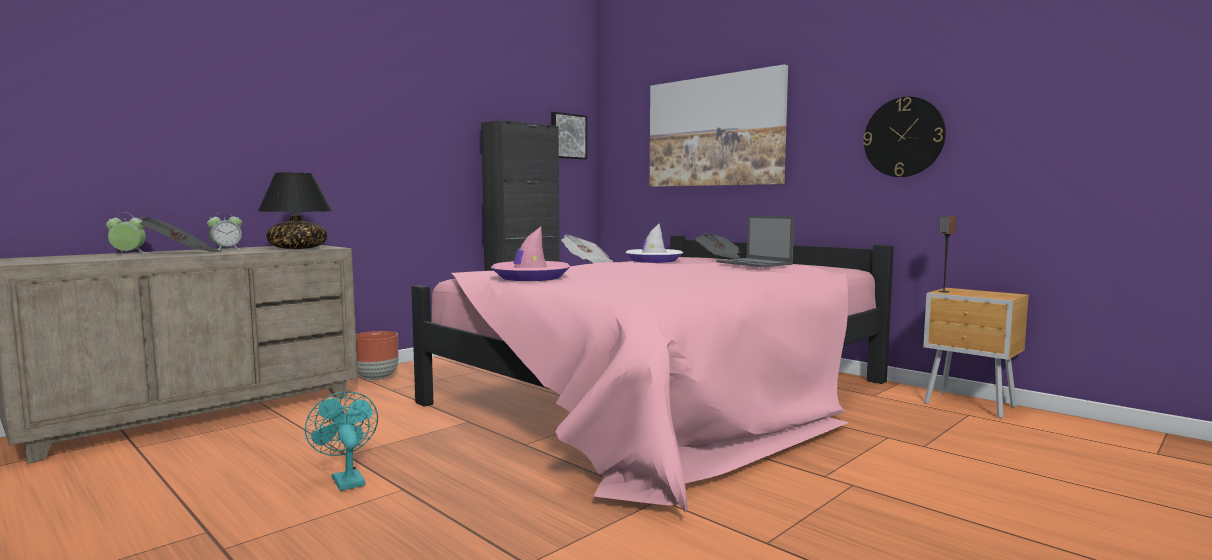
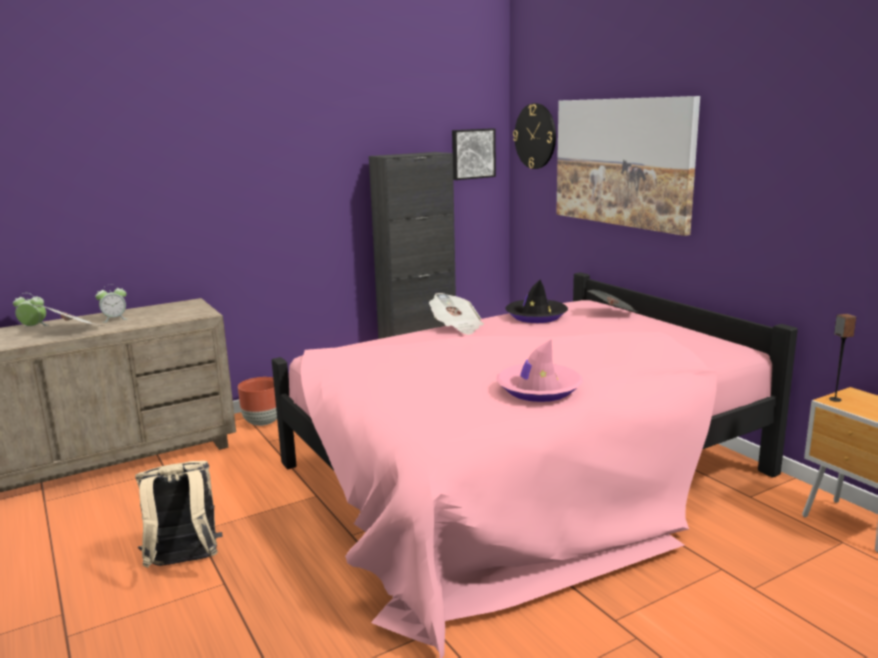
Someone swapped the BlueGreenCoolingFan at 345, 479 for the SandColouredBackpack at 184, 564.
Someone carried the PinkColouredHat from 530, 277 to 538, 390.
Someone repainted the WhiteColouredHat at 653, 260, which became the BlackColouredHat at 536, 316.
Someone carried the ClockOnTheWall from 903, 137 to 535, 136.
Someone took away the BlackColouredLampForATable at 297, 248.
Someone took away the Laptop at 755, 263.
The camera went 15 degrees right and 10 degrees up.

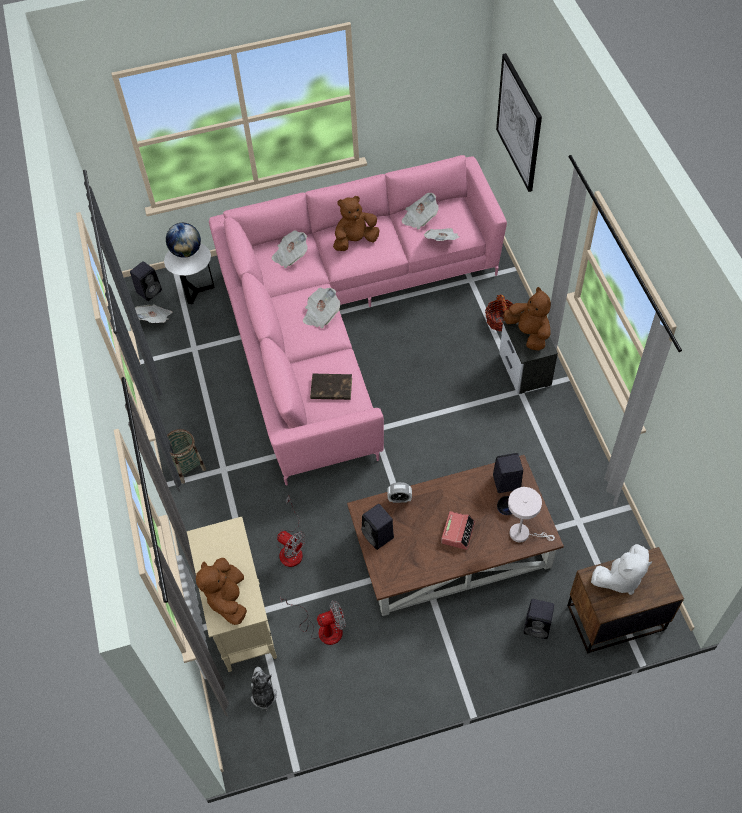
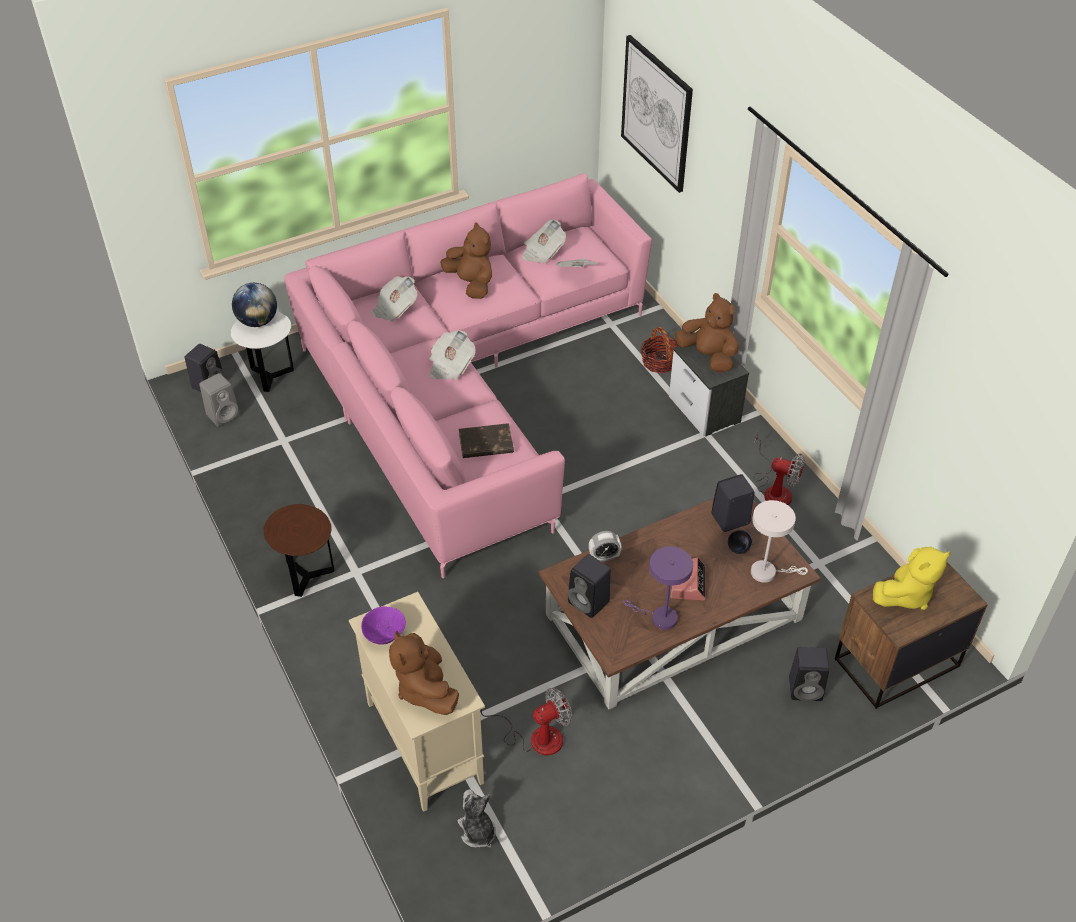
Someone swapped the PrintedPaper at 155, 319 for the GrayLoudspeaker at 224, 414.
Someone swapped the StorageBasket at 187, 467 for the BrownishAccentTable at 307, 576.
Someone put down the PurplishServingBowl at 385, 635.
Someone rotated the BrownishCuddlyToy at 355, 241 by 90 degrees clockwise.
Someone put down the PurplishLampForATable at 659, 618.
Someone carried the CoolingFan from 291, 547 to 774, 489.
Someone repainted the WhiteColouredCuddlyToy at 620, 578, which became the YellowColouredCuddlyToy at 905, 594.
The camera went 15 degrees left and 10 degrees down.

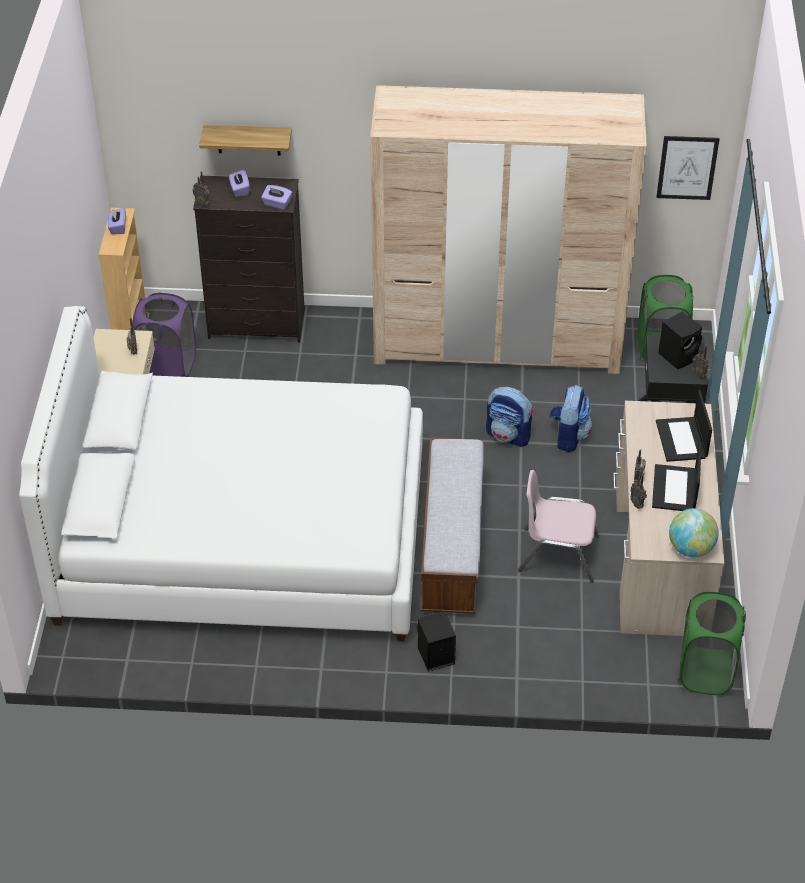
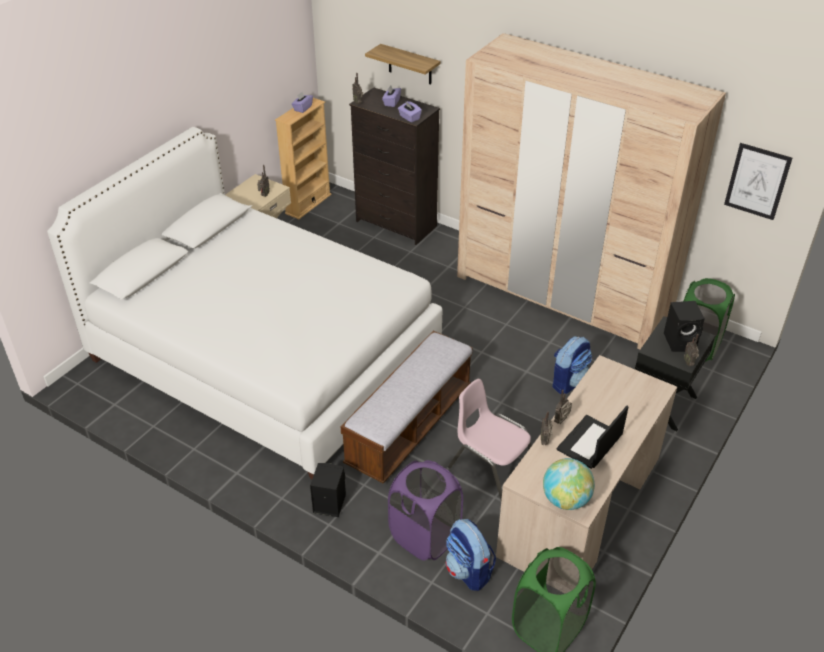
Someone carried the PurplishLaundryBasket from 168, 366 to 425, 536.
Someone carried the Backpack from 509, 435 to 468, 571.
Someone took away the Laptop at 682, 440.
The camera went 30 degrees right and 5 degrees down.

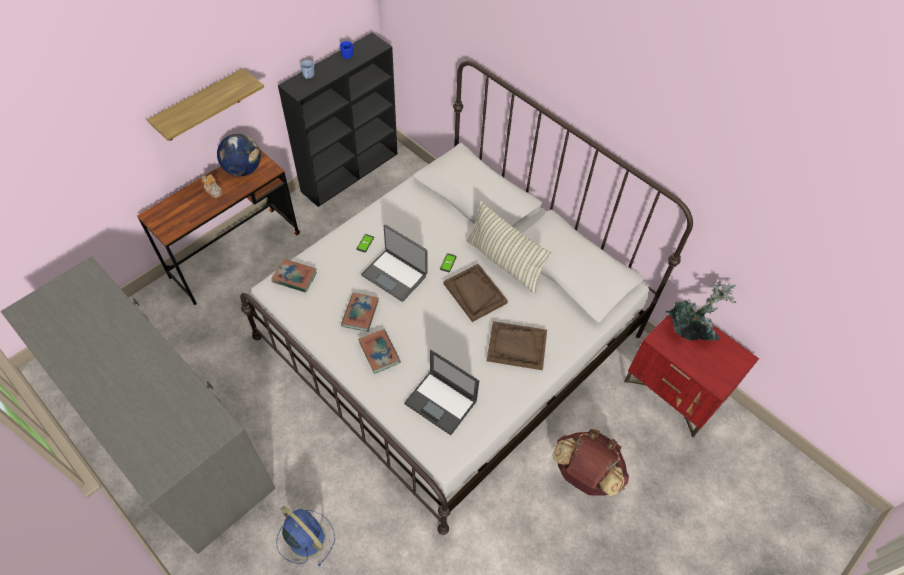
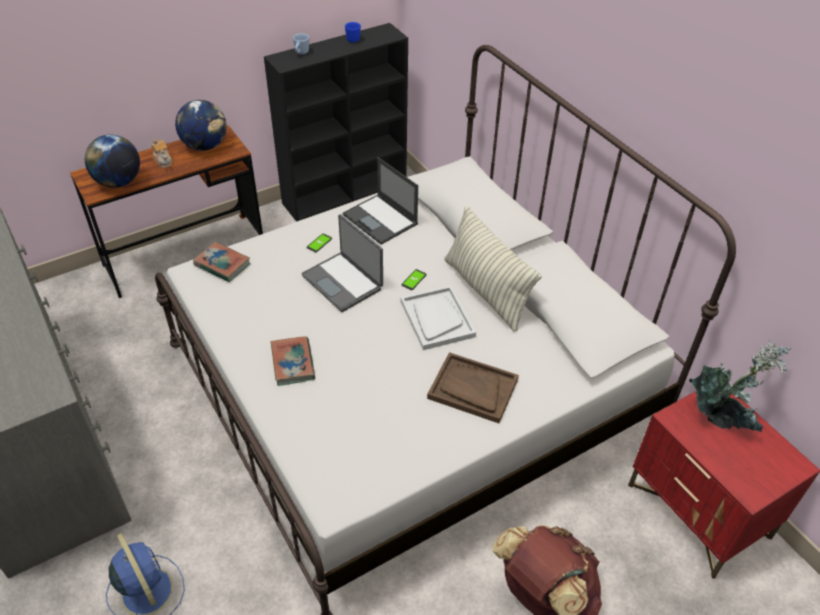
Someone put down the WorldGlobe at 118, 182.
Someone carried the Laptop from 441, 402 to 381, 220.
Someone repainted the BrownishCarryingTray at 474, 293, which became the WhiteColouredCarryingTray at 437, 319.
Someone took away the Shelf at 201, 106.
Someone took away the Book at 360, 313.
The camera went 15 degrees right and 10 degrees down.

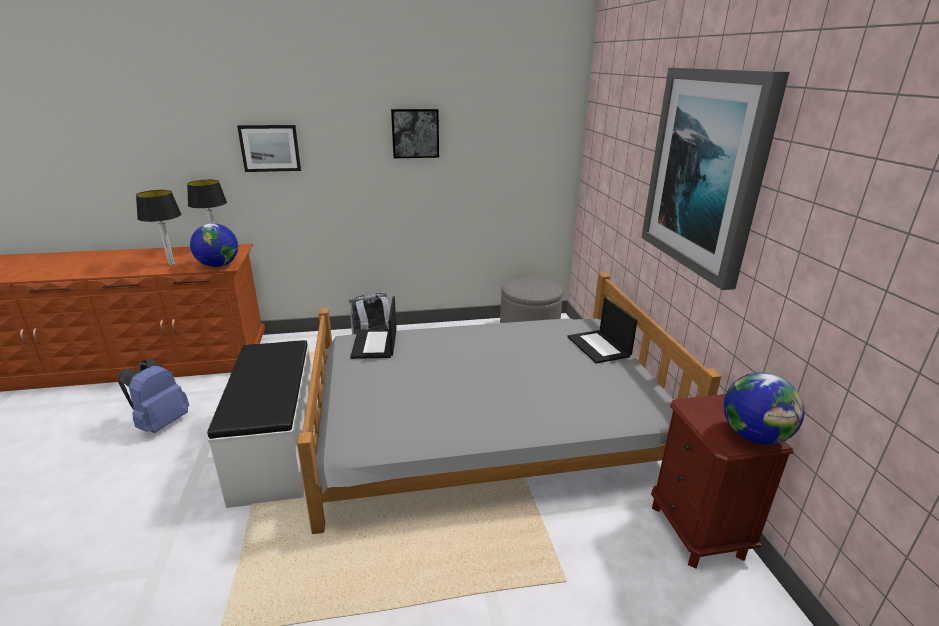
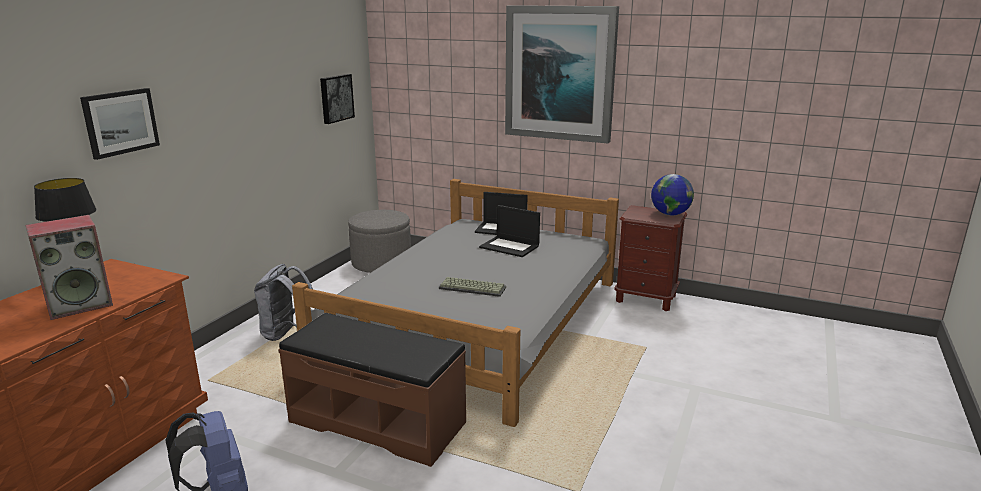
Someone swapped the LampForATable at 172, 264 for the Loudspeaker at 80, 304.
Someone repainted the WhiteColouredLongSeat at 278, 448, which became the BrownishLongSeat at 378, 422.
Someone carried the Picture from 415, 133 to 335, 98.
Someone put down the PcKeyboard at 473, 287.
Someone carried the Laptop from 375, 344 to 510, 247.
Someone took away the WorldGlobe at 218, 265.
The camera went 55 degrees left and 5 degrees down.

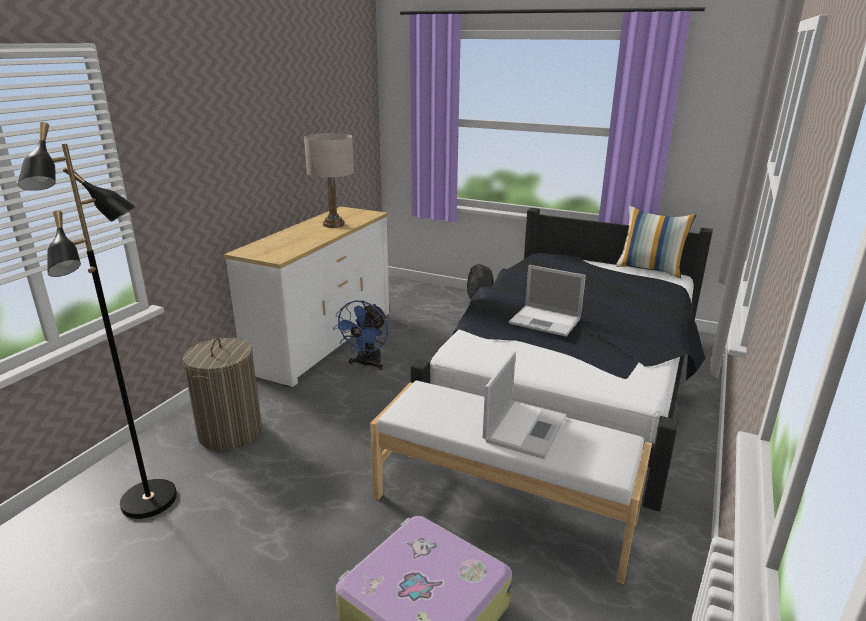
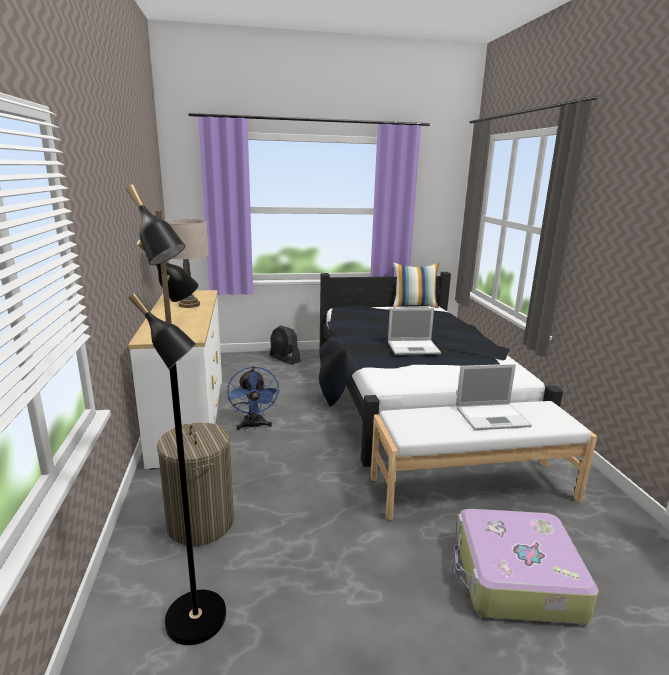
Someone rotated the Laptop at 525, 427 by 90 degrees clockwise.
The camera went 35 degrees left and 5 degrees down.

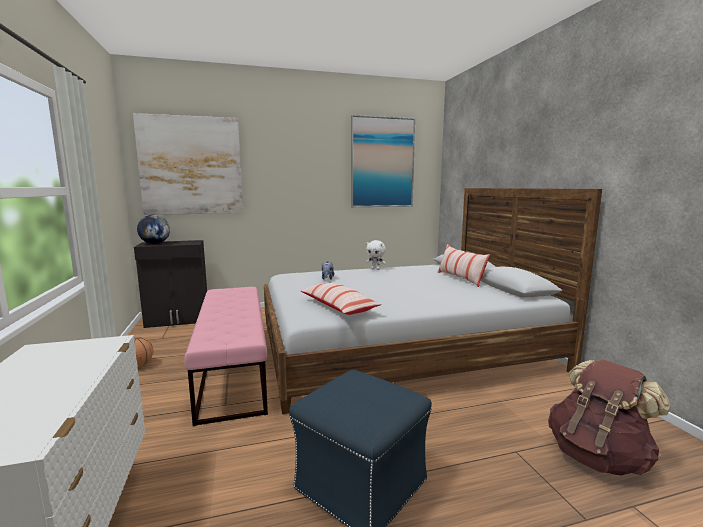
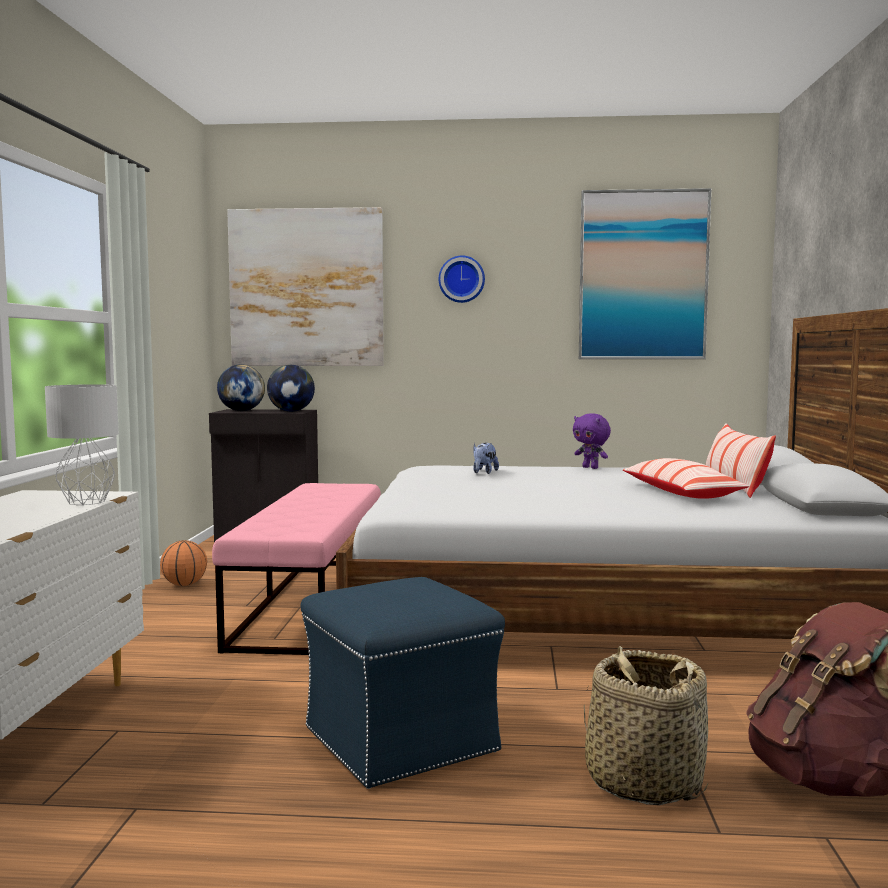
Someone put down the GrayLampForATable at 86, 502.
Someone put down the WorldGlobe at 291, 411.
Someone put up the ClockOnTheWall at 461, 279.
Someone repainted the WhiteColouredCuddlyToy at 375, 269, which became the PurplishCuddlyToy at 591, 468.
Someone put down the StorageBasket at 643, 781.
Someone carried the ThrowPillow from 338, 307 to 680, 493.
The camera went 20 degrees right and 5 degrees down.

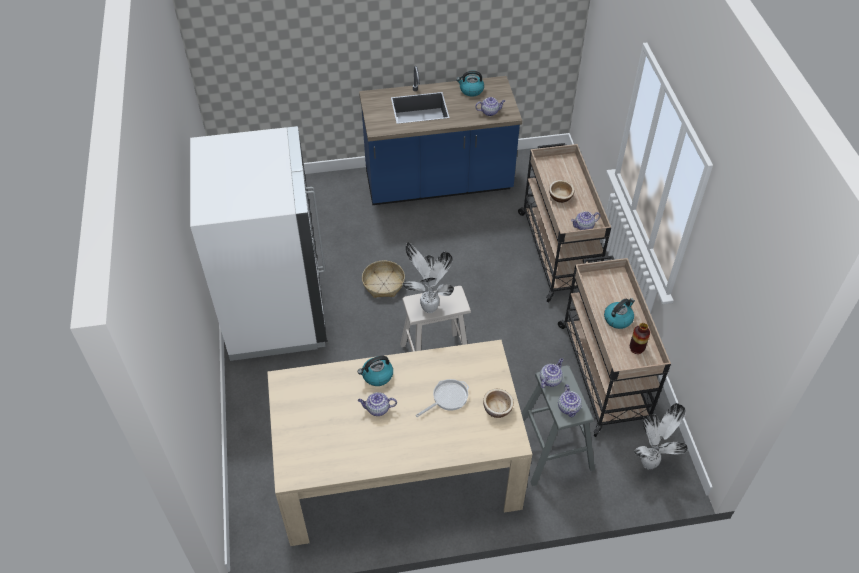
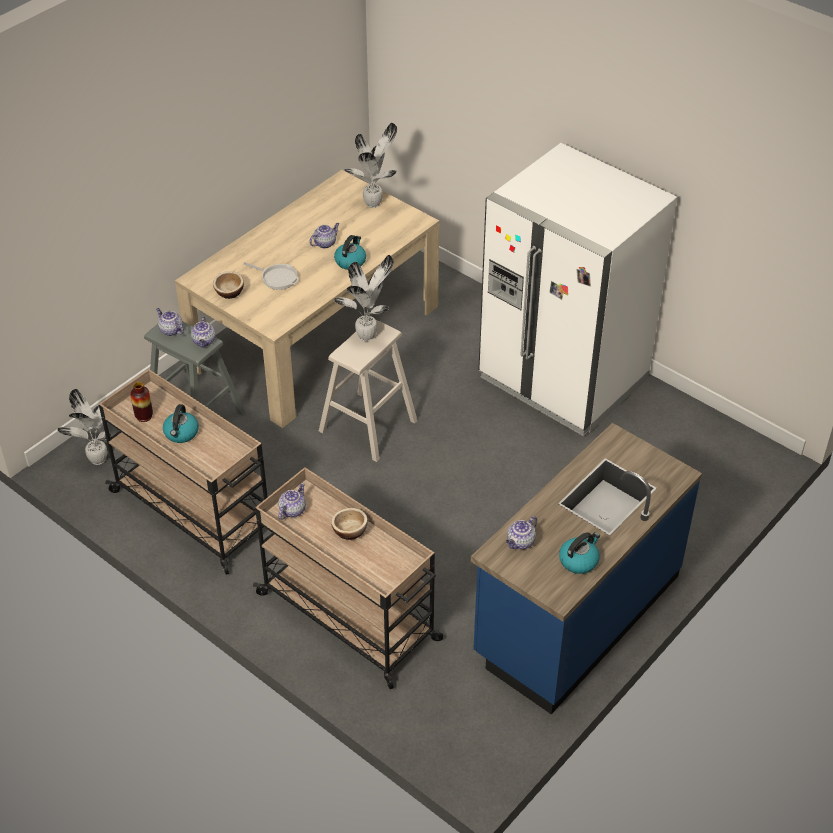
Someone rotated the Skillet at 448, 398 by 75 degrees counterclockwise.
Someone put down the Houseplant at 374, 203.
Someone took away the StorageBasket at 383, 284.
The camera went 140 degrees right and 5 degrees down.

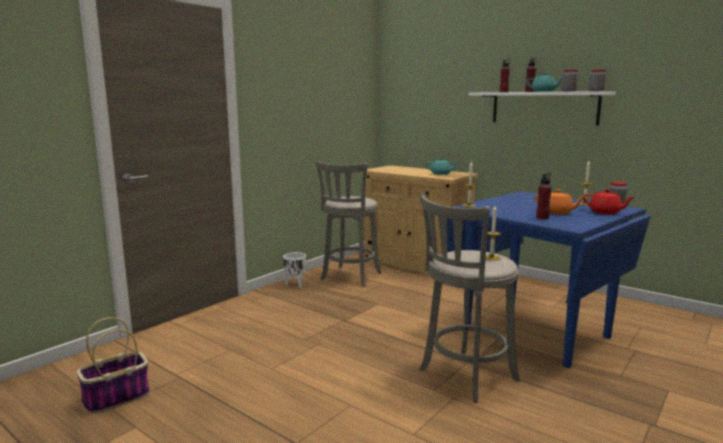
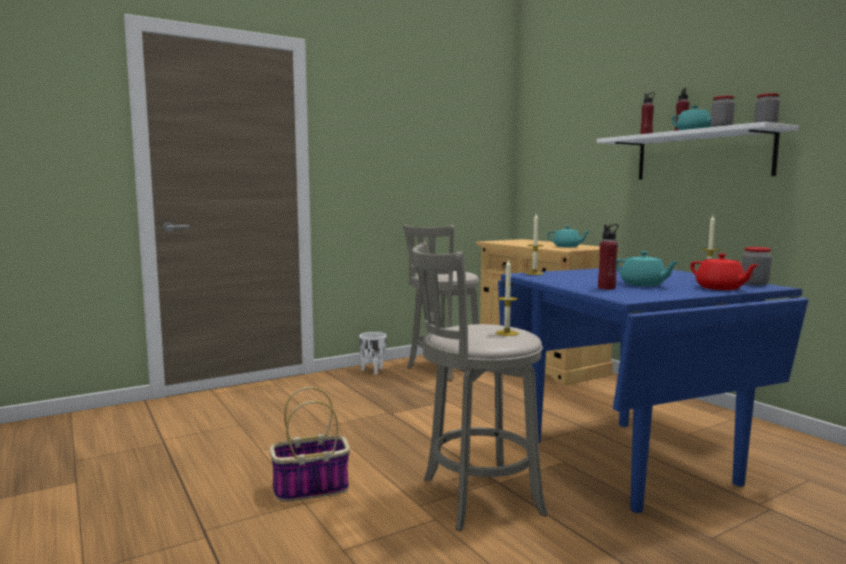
Someone carried the StorageBasket from 116, 398 to 310, 489.
Someone repainted the OrangeyPotForTea at 557, 212, which became the BlueGreenPotForTea at 643, 285.
The camera went 20 degrees right and 5 degrees down.

